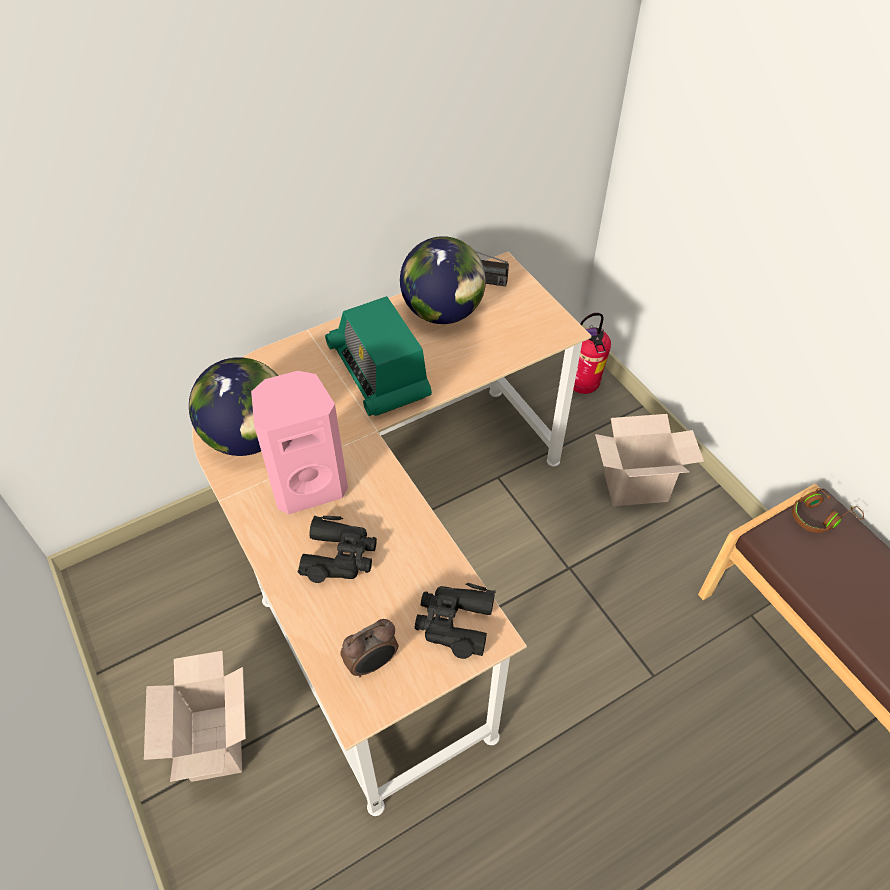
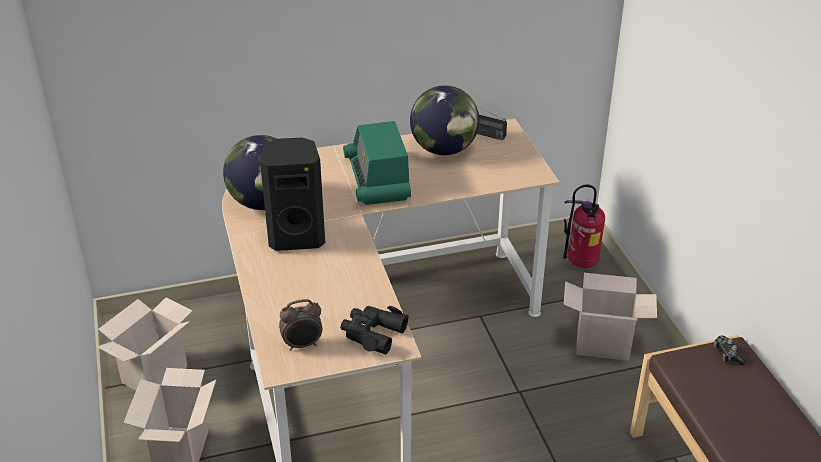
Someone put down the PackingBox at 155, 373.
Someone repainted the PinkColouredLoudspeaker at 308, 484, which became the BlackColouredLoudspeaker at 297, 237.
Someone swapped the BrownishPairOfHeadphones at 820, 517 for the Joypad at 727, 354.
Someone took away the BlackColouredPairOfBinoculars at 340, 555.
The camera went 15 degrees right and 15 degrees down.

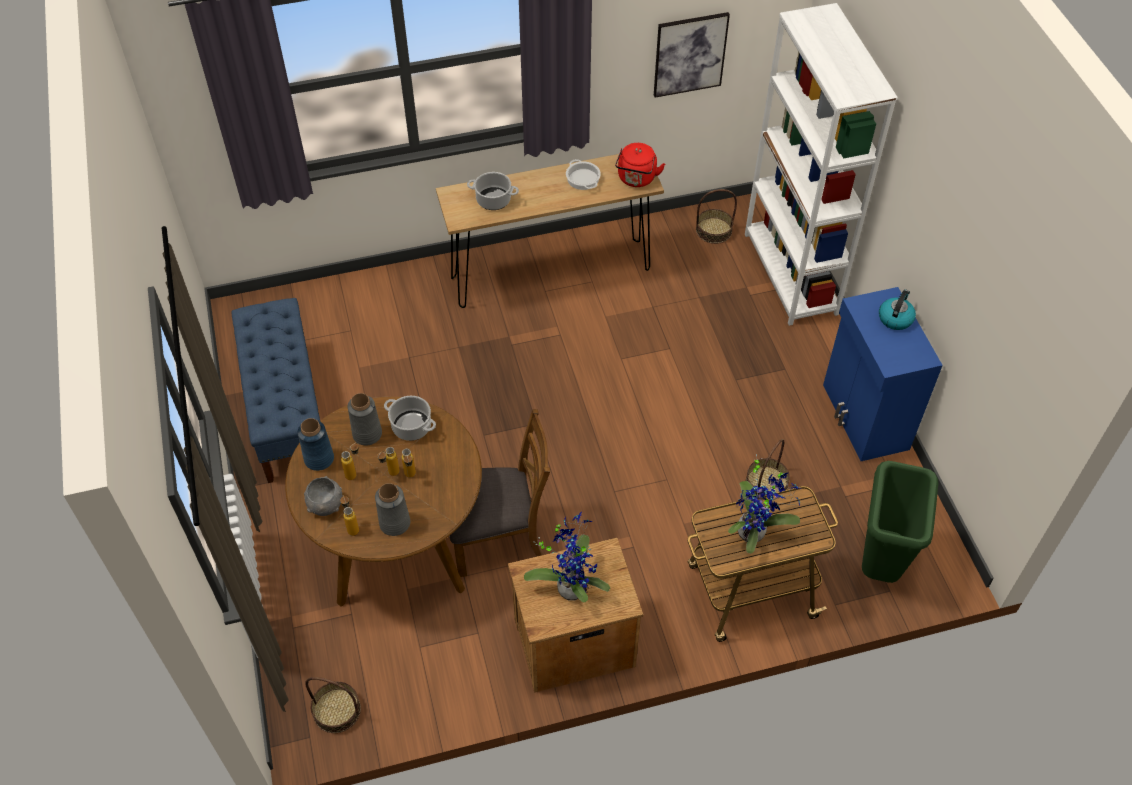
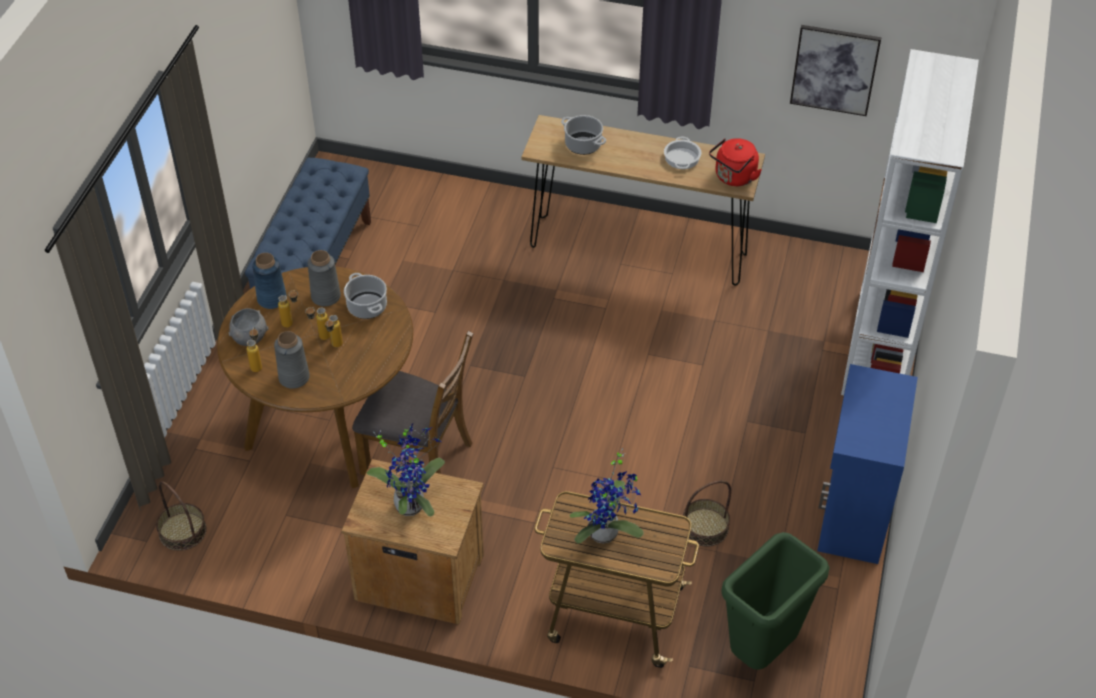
Someone took away the StorageBasket at 713, 230.
Someone took away the TeaKettle at 895, 318.
The camera went 30 degrees right and 5 degrees down.

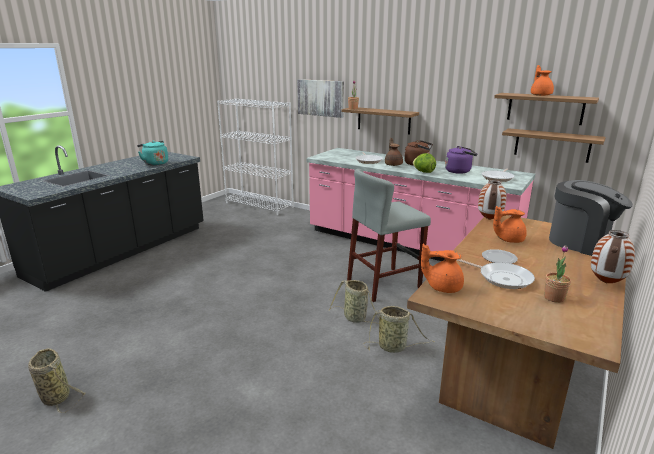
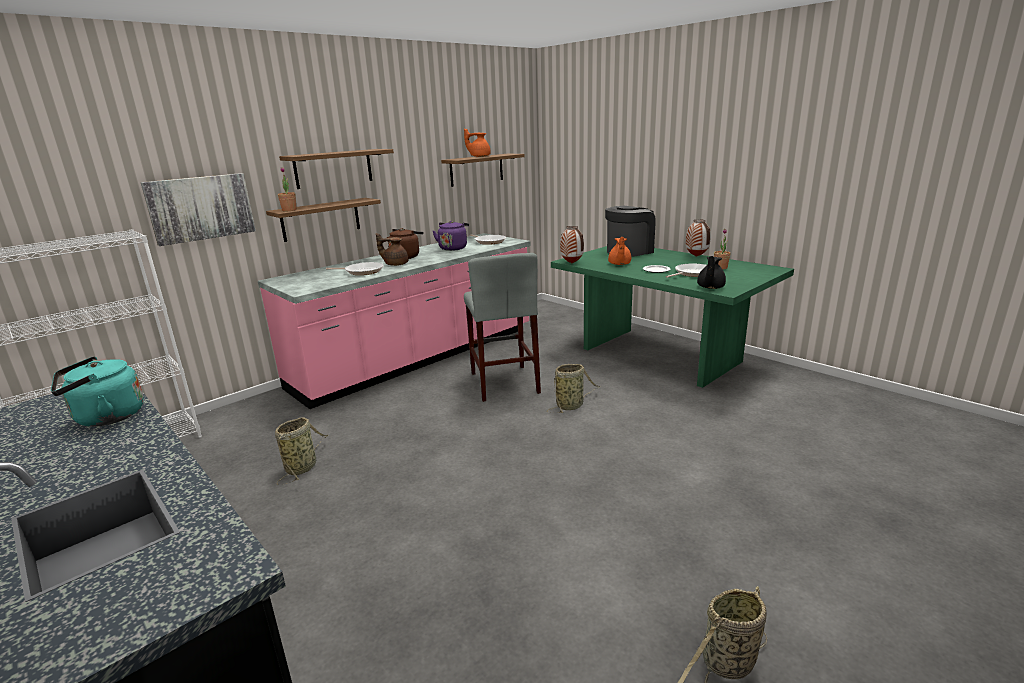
Someone carried the StorageBasket from 394, 347 to 302, 467.
Someone carried the Shelf from 552, 145 to 333, 168.
Someone repainted the BrownishDinnerTable at 513, 368, which became the GreenDinnerTable at 658, 355.
Someone repainted the OrangeyPotForTea at 442, 287, which became the BlackColouredPotForTea at 710, 287.
Someone took away the Lettuce at 423, 172.
The camera went 75 degrees left and 0 degrees up.

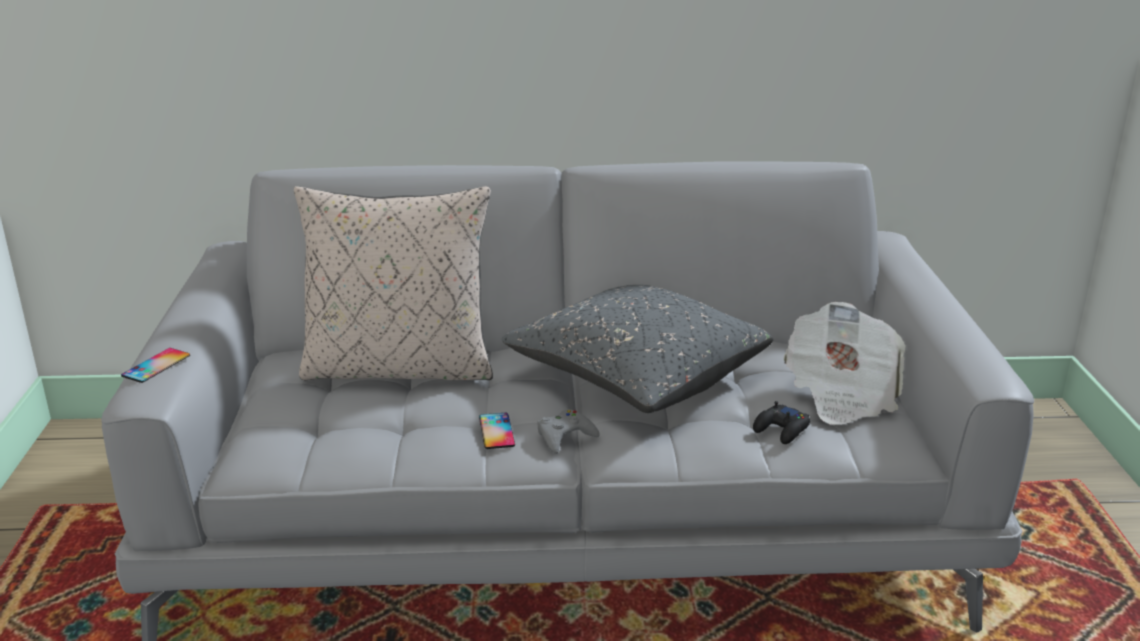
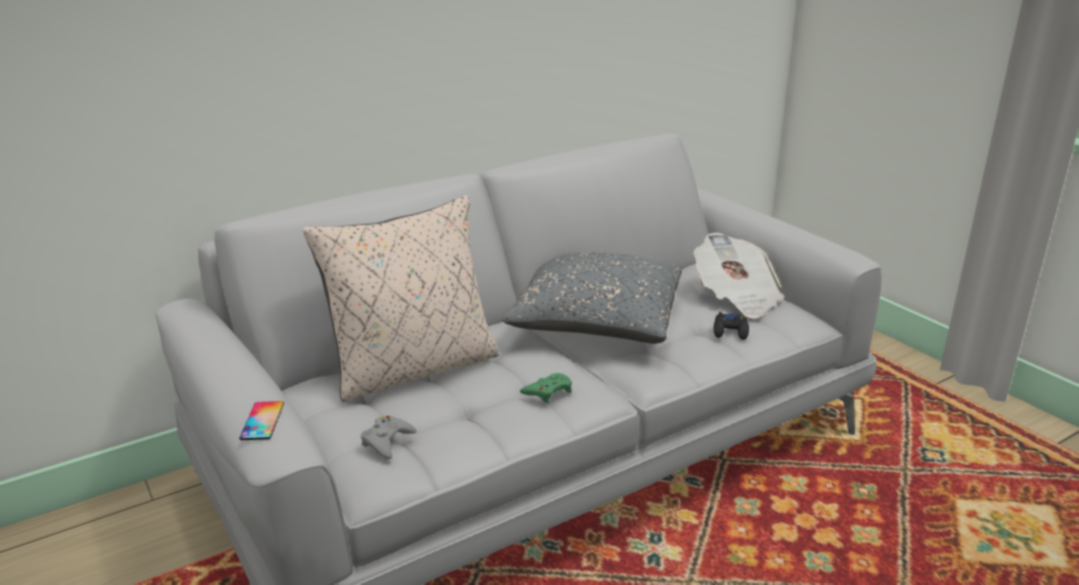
Someone carried the GrayJoypad from 565, 436 to 387, 441.
Someone swapped the Telephone at 496, 431 for the GreenJoypad at 548, 391.
The camera went 30 degrees left and 0 degrees up.

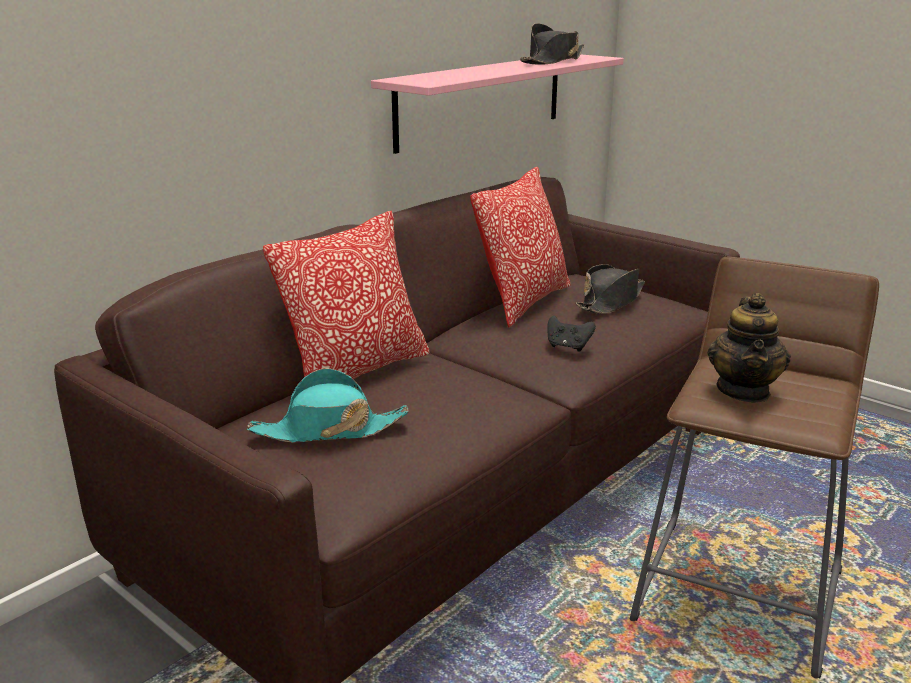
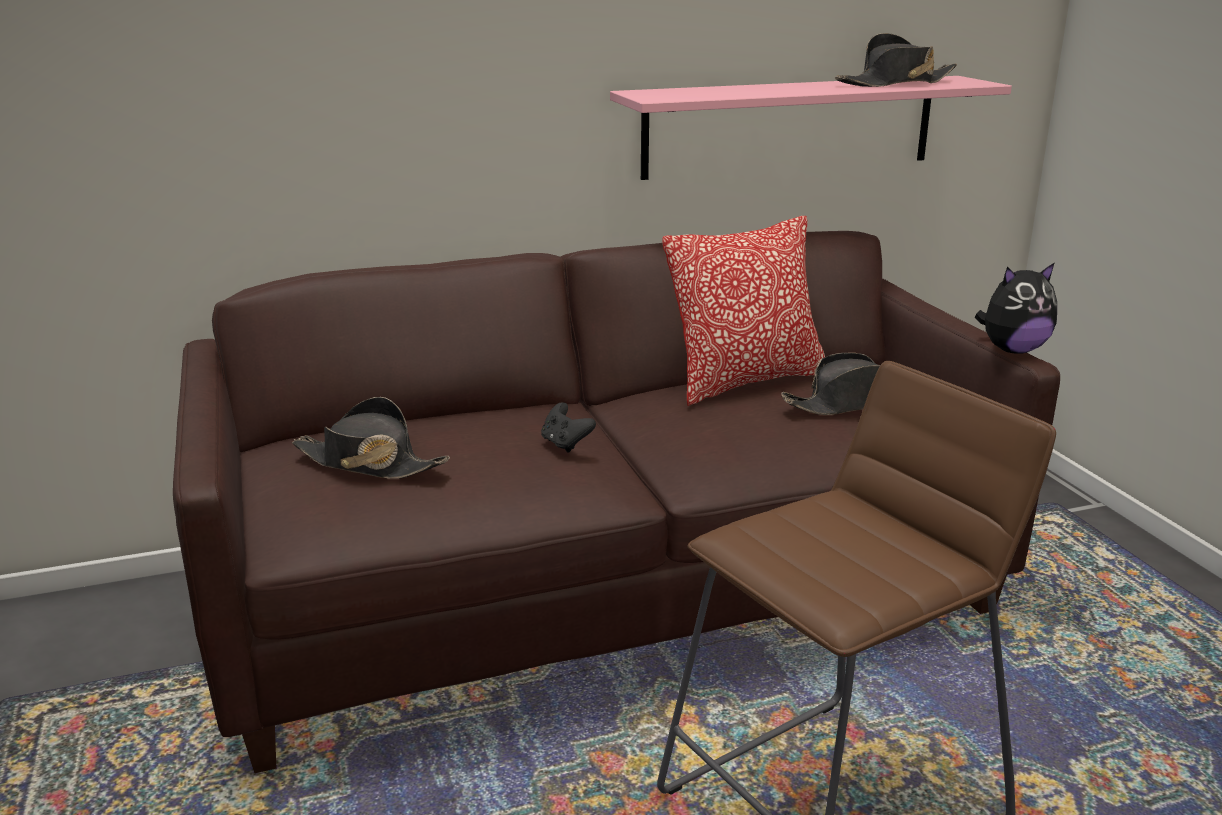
Someone repainted the BlueGreenHat at 328, 430, which became the BlackColouredHat at 369, 463.
Someone carried the BlackColouredJoypad from 568, 346 to 565, 444.
Someone put down the CuddlyToy at 1012, 350.
Someone took away the ThrowPillow at 356, 372.
Someone took away the PotForTea at 744, 391.
The camera went 30 degrees right and 0 degrees up.

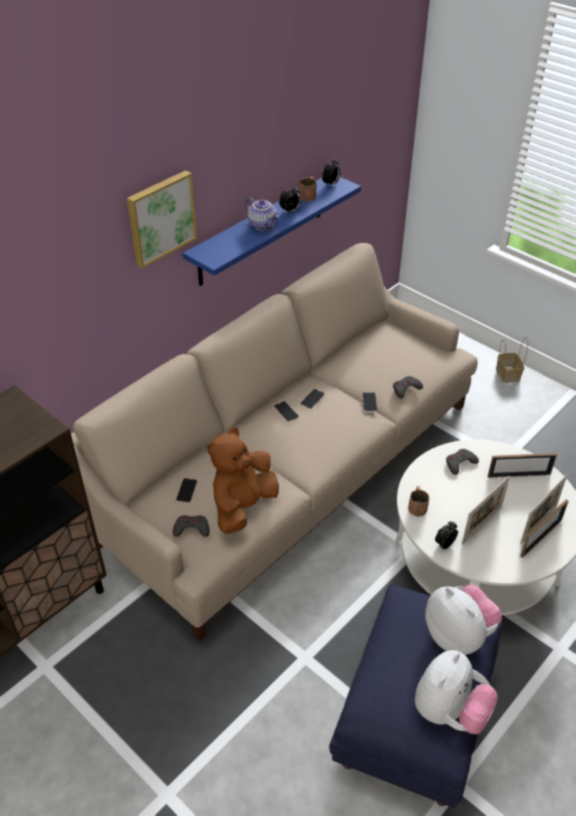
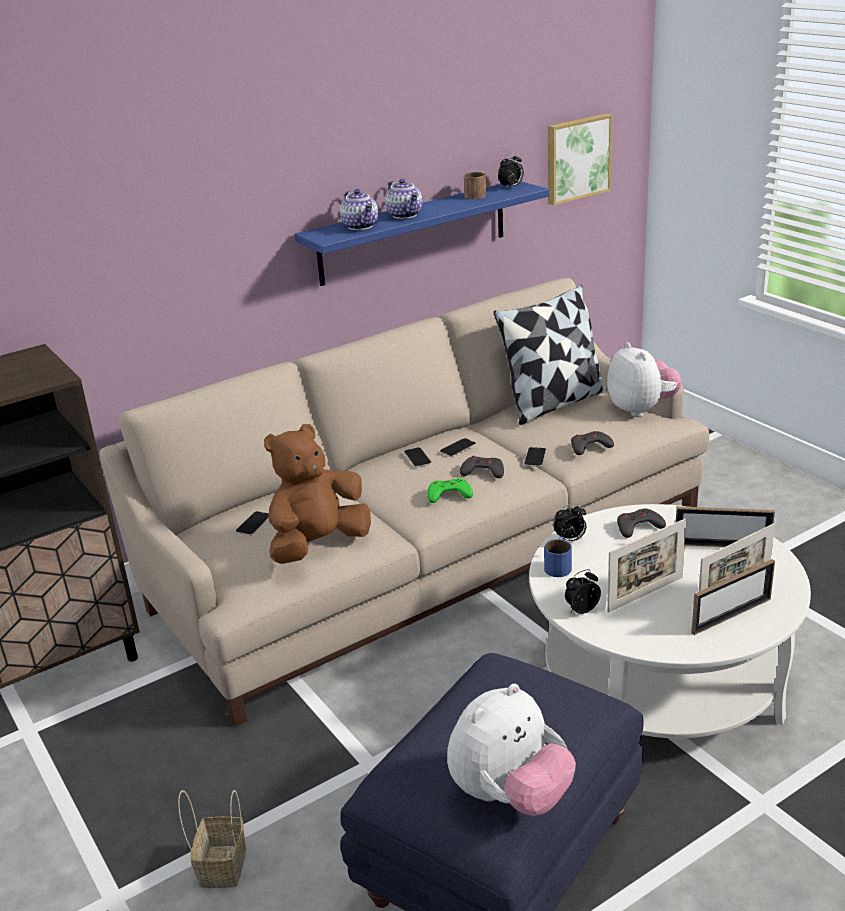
Someone carried the StorageBasket from 507, 374 to 222, 865.
Someone put down the PotForTea at 361, 226.
Someone put down the GreenJoypad at 449, 494.
Someone carried the GrayJoypad from 191, 528 to 483, 471.
Someone put down the ThrowPillow at 554, 403.
Someone repainted the BrownishMug at 417, 505, which became the BluishMug at 559, 565.
Someone carried the Picture from 160, 217 to 577, 158.
Someone carried the TableClock from 290, 211 to 570, 540.
Someone carried the CuddlyToy from 458, 635 to 641, 409.
The camera went 15 degrees right and 15 degrees down.

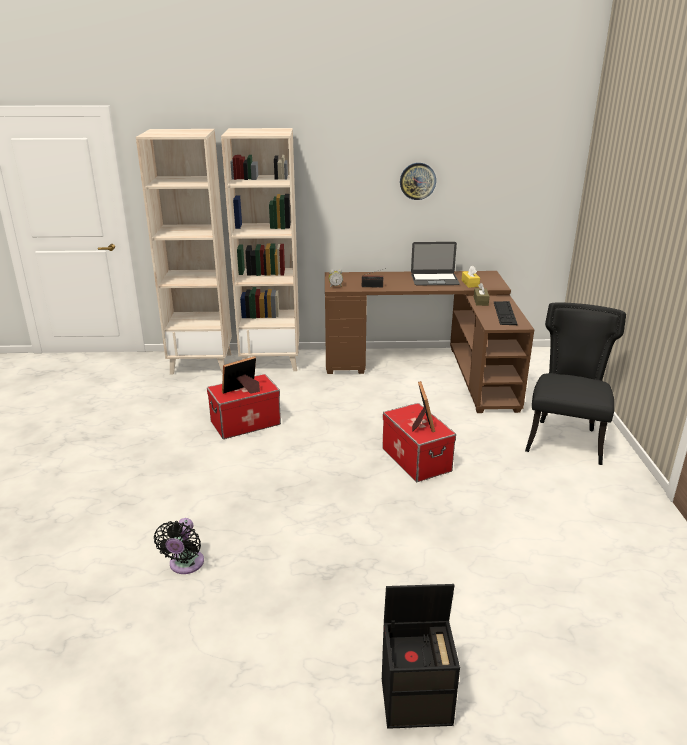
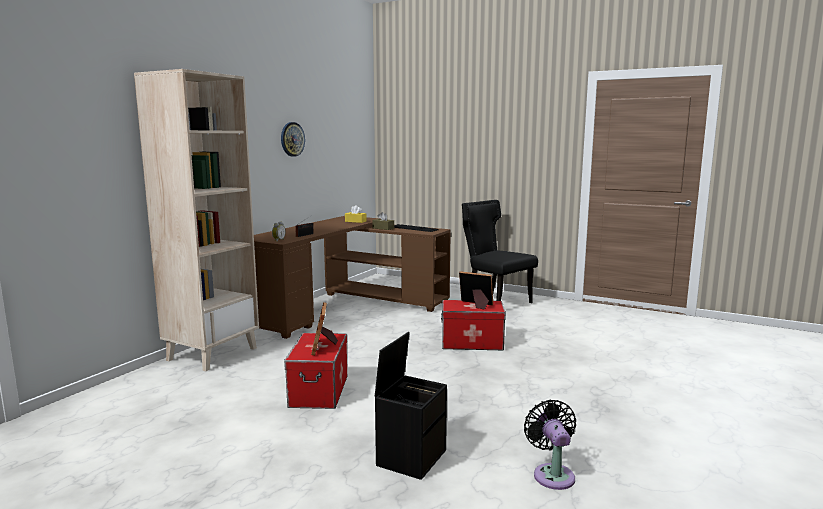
Someone carried the BlackColouredStorageBin from 417, 700 to 411, 456.
Someone rotated the BlackColouredCoolingFan at 185, 565 by 135 degrees counterclockwise.
Someone took away the SandColouredBookshelf at 202, 363.
Someone took away the Laptop at 434, 279.
The camera went 60 degrees left and 15 degrees down.

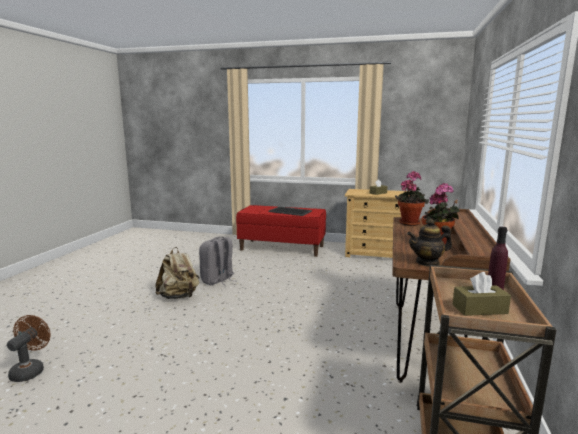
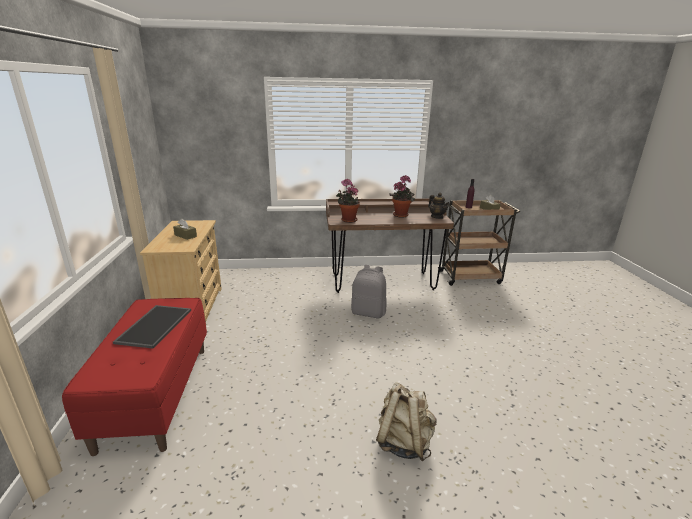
Someone carried the GrayBackpack from 218, 281 to 368, 312.
Someone took away the BrownishCoolingFan at 30, 370.
The camera went 110 degrees left and 10 degrees up.

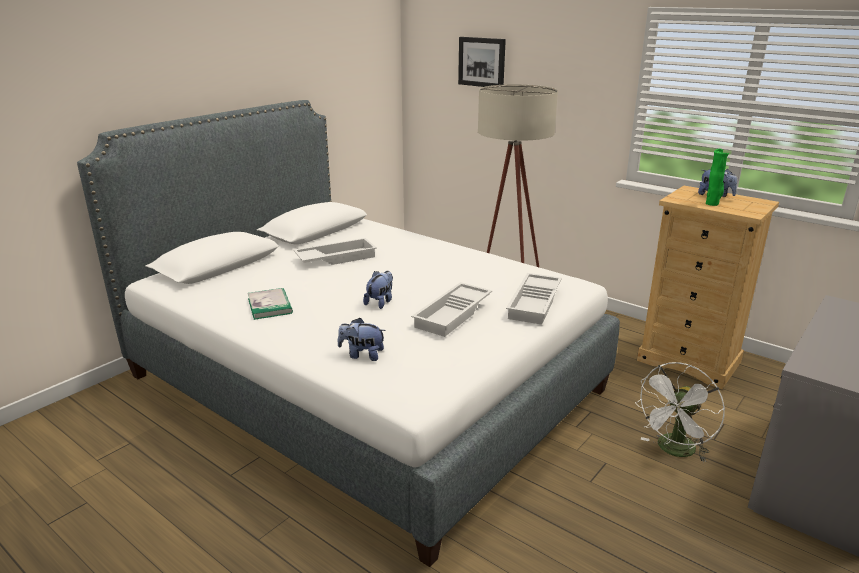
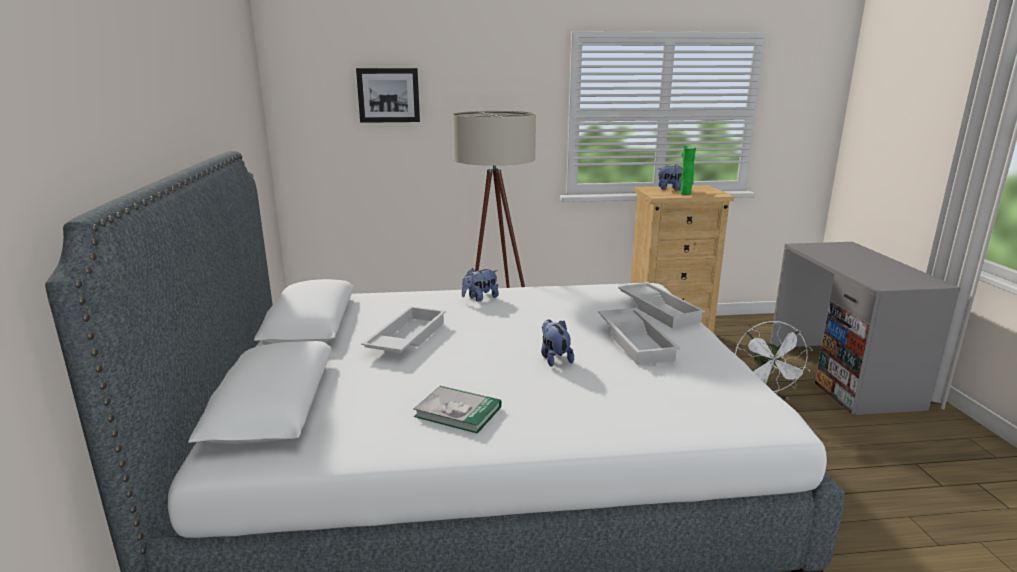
Someone carried the CuddlyToy from 362, 355 to 480, 298.
The camera went 45 degrees left and 5 degrees down.

